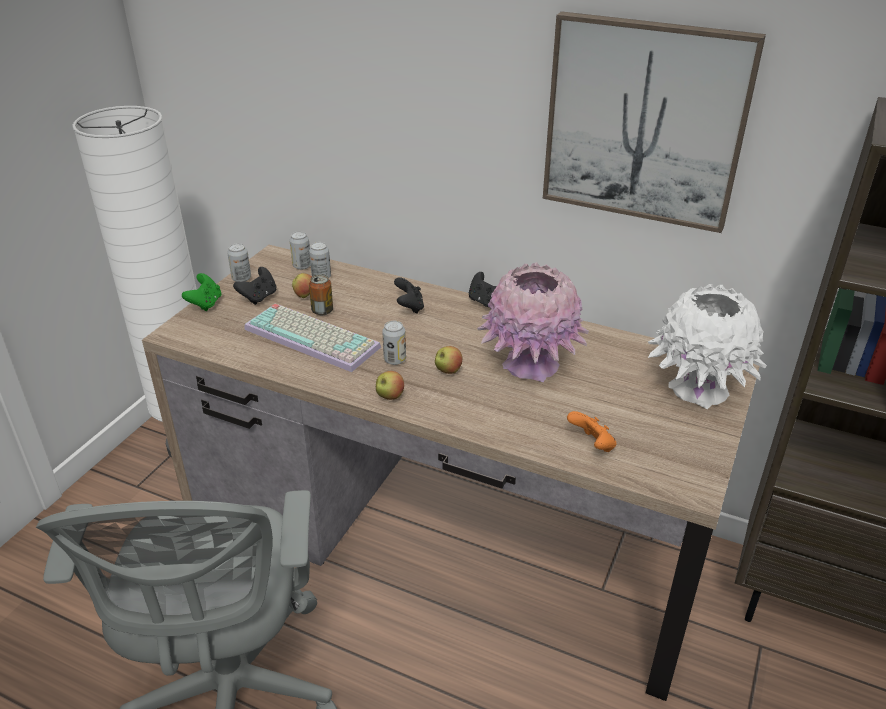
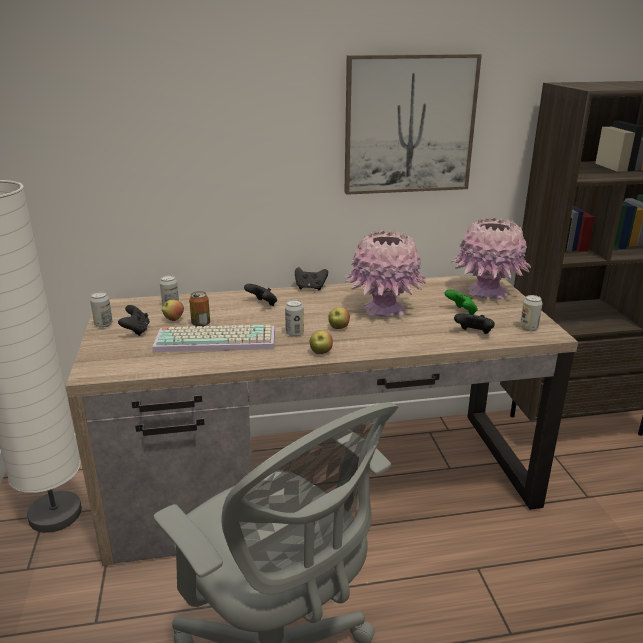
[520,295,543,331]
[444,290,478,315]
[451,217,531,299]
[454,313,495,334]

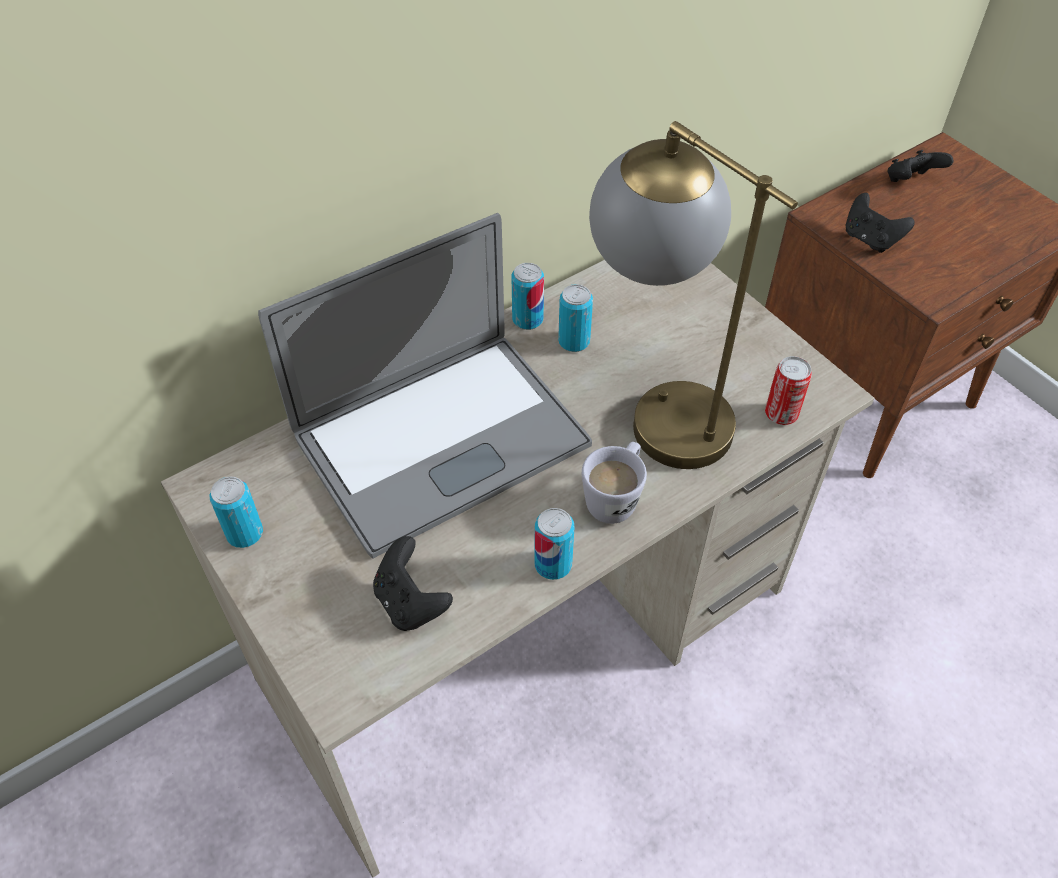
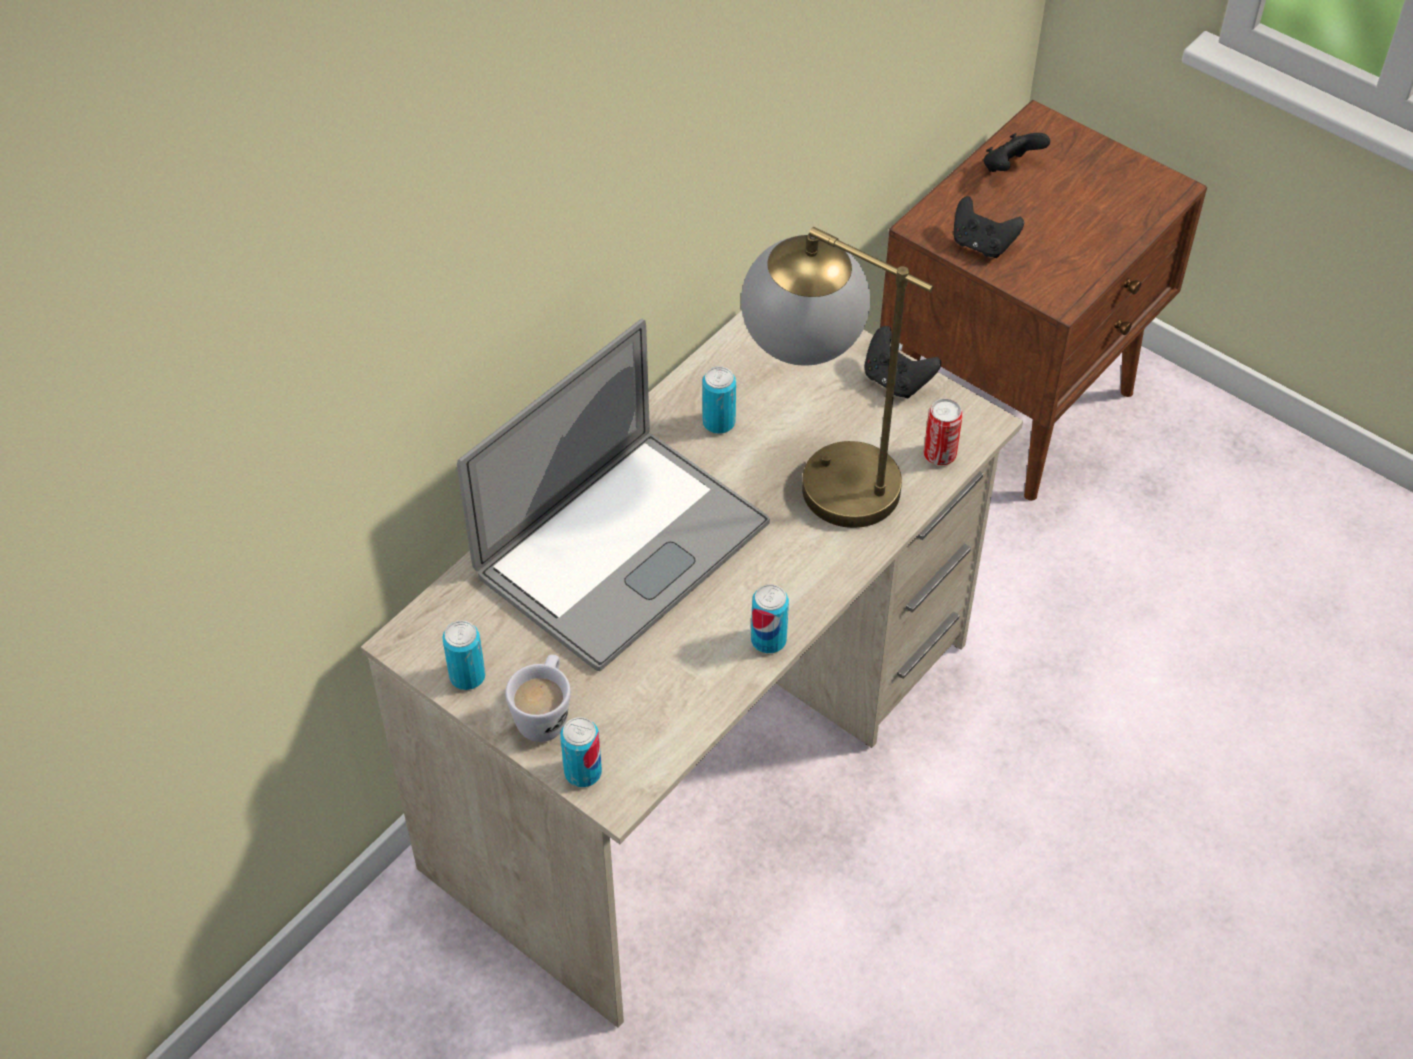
[560,717,602,787]
[505,654,571,742]
[864,326,941,398]

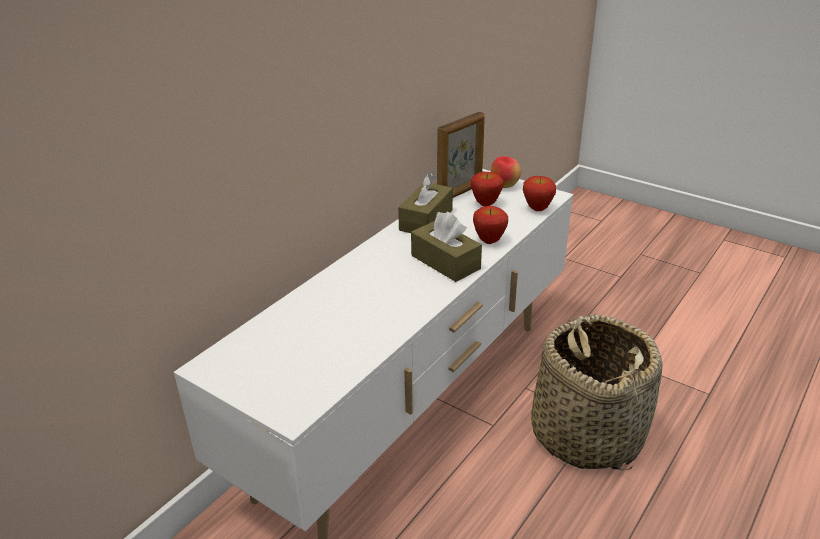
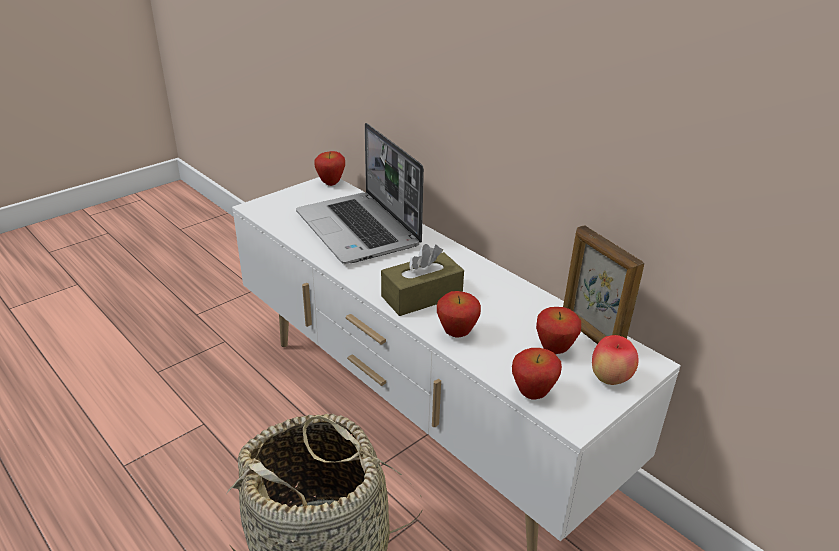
[398,173,453,233] (first image)
[296,123,424,264]
[314,151,345,186]

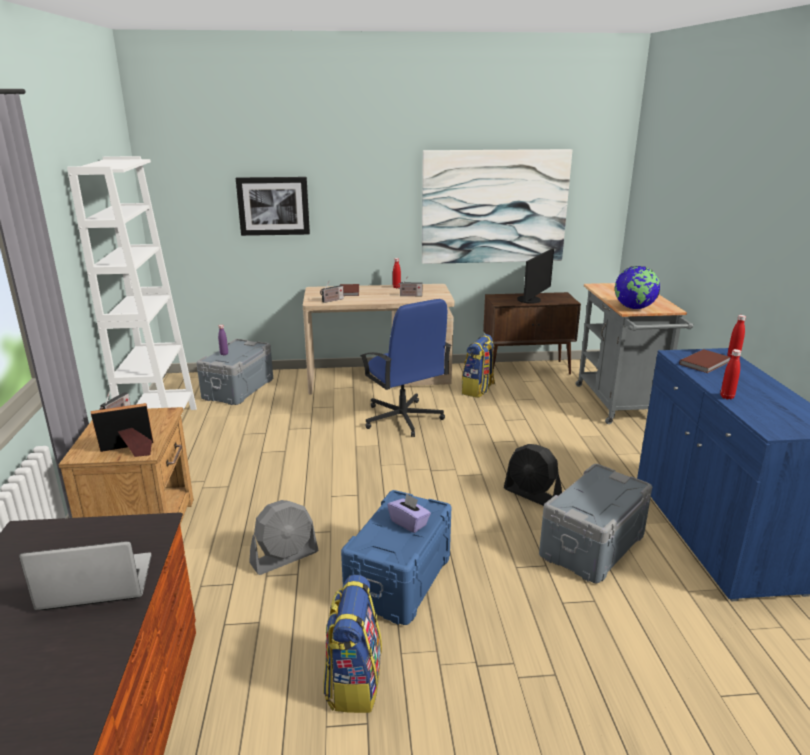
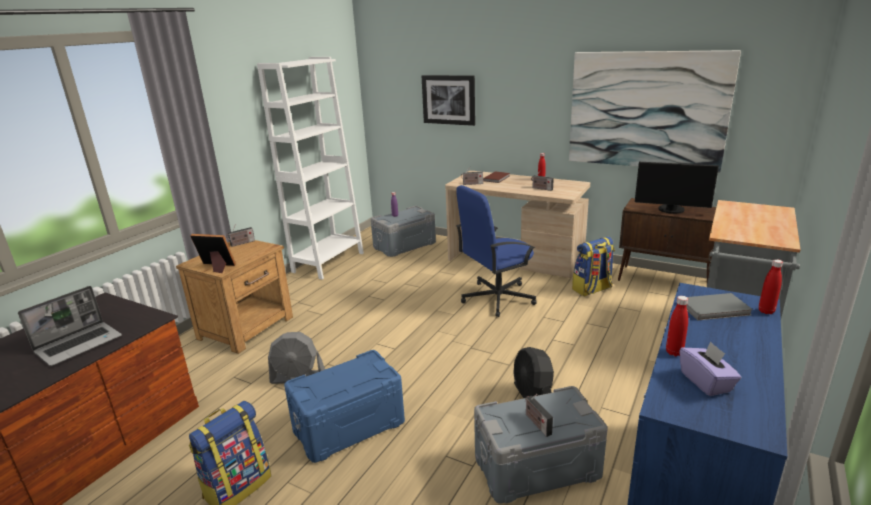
[635,162,719,214]
[615,266,660,309] (first image)
[456,185,537,317]
[686,293,753,321]
[679,341,741,396]
[18,286,122,366]
[525,394,553,437]

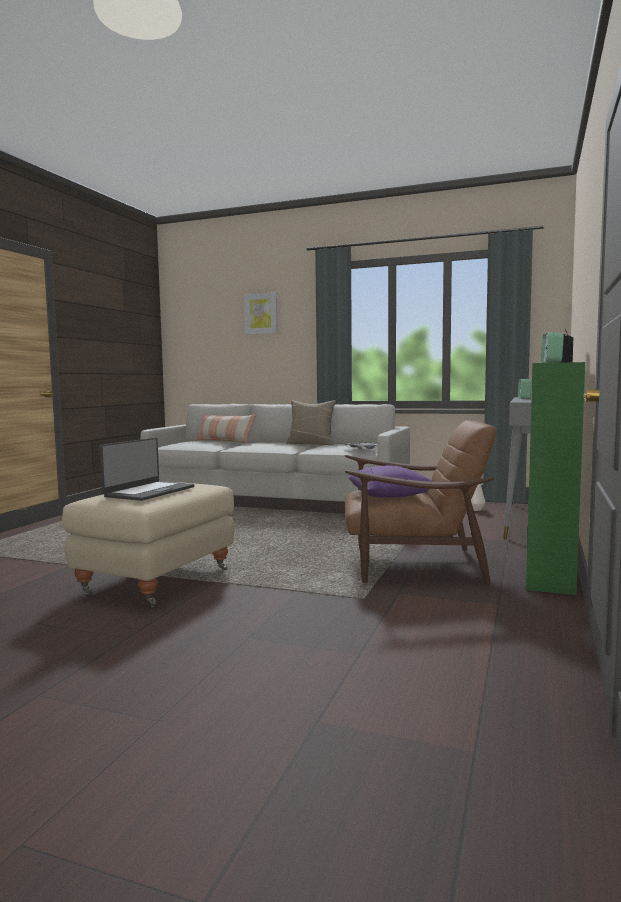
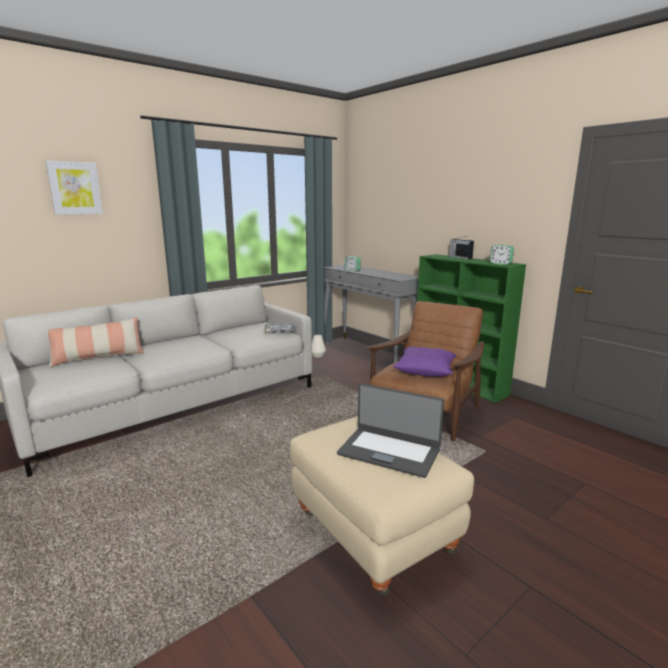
[286,400,336,445] (first image)
[337,383,444,478]

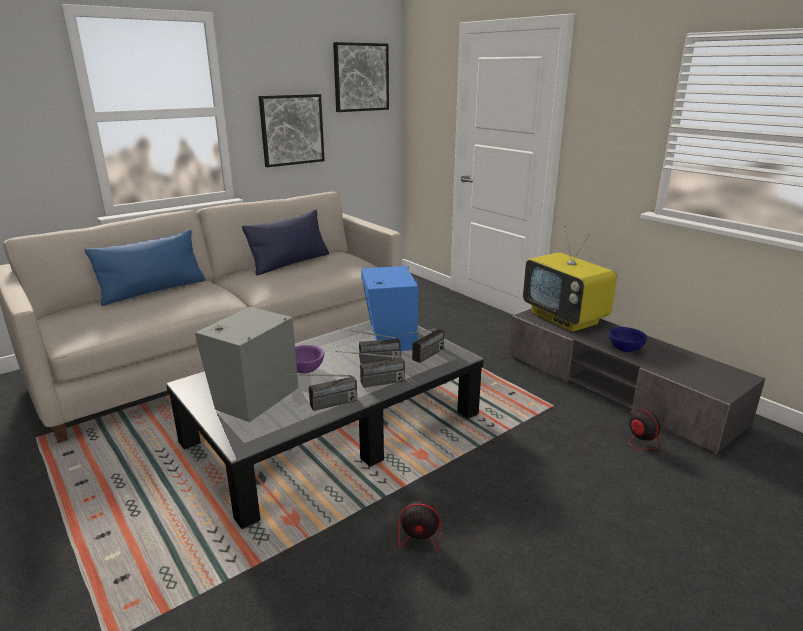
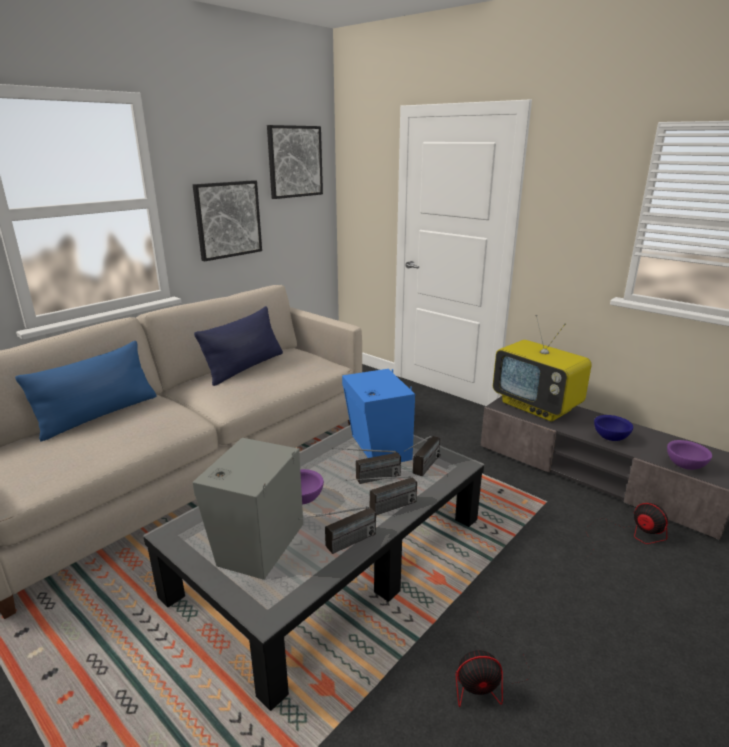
[667,440,712,470]

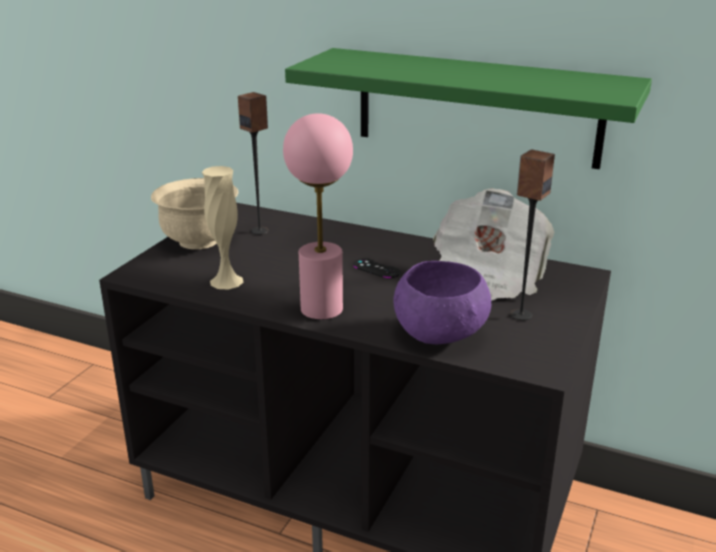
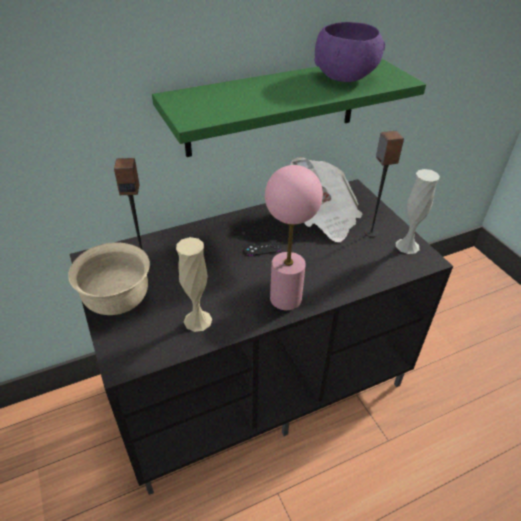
[314,22,385,82]
[396,169,440,254]

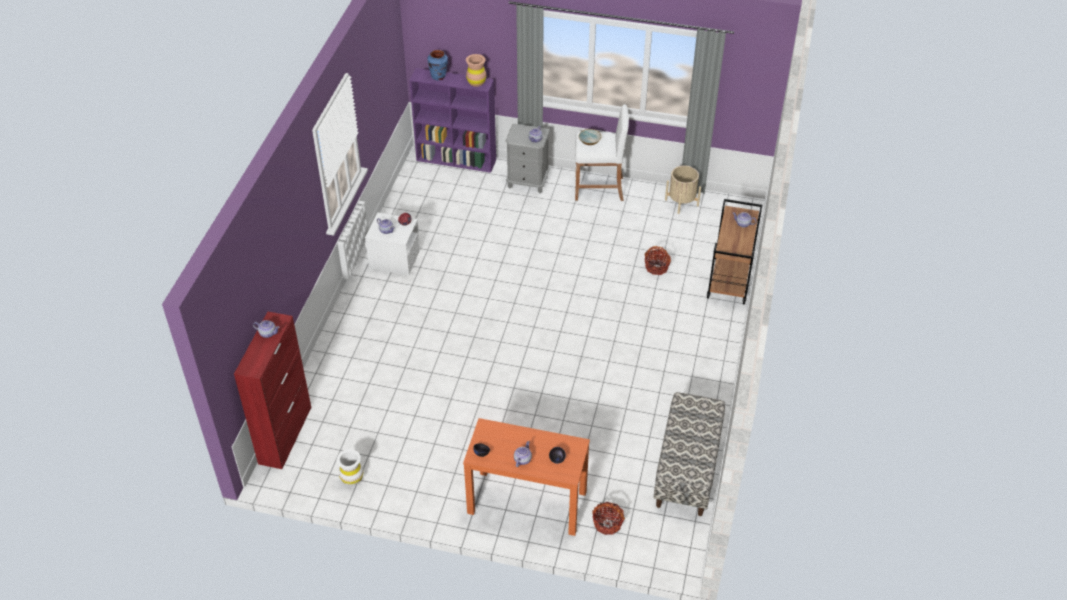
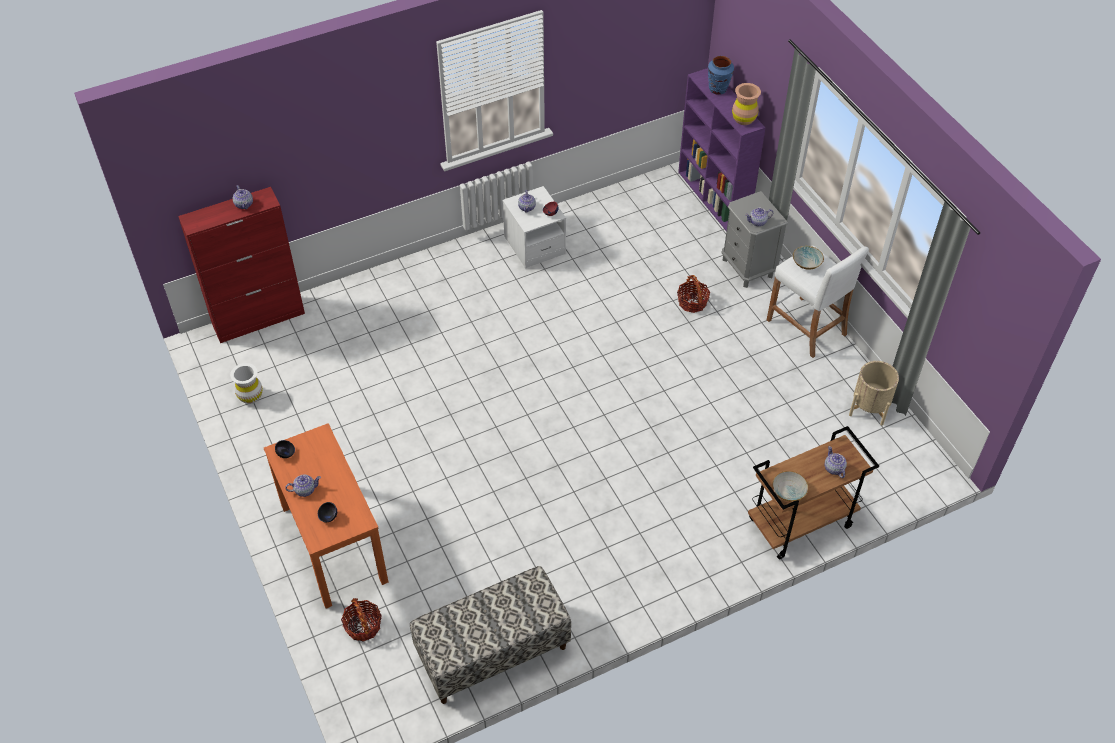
[677,275,710,313]
[772,471,808,501]

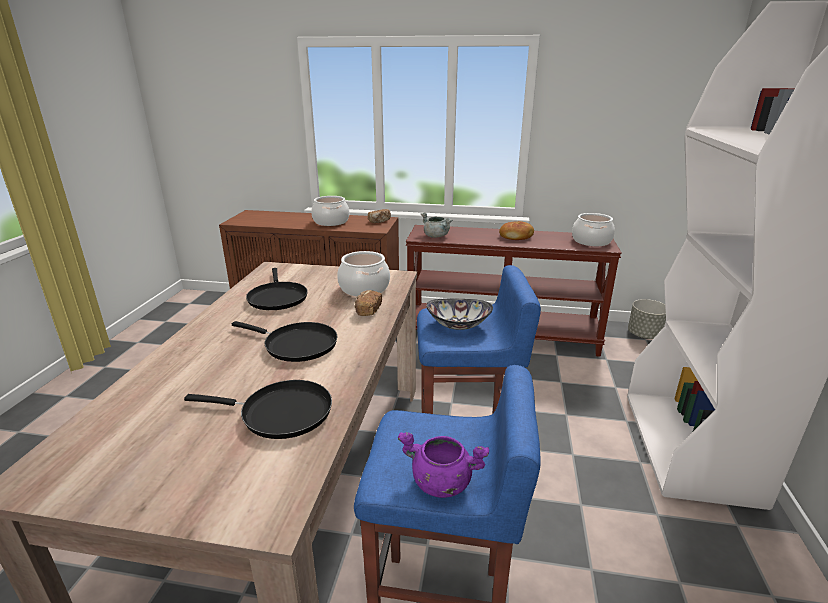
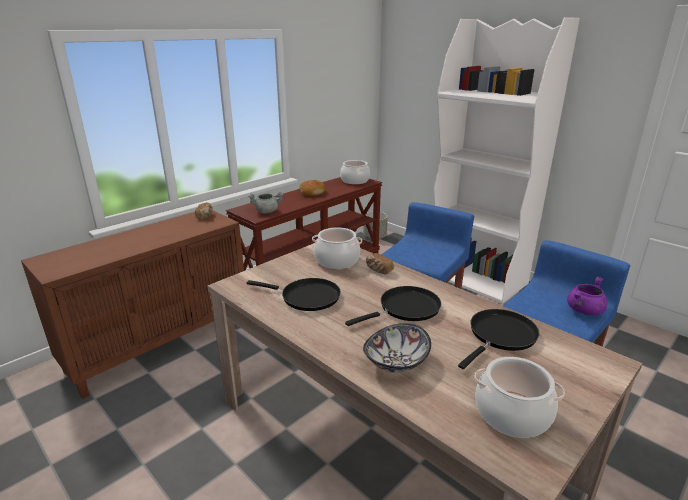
[474,357,565,438]
[363,323,431,373]

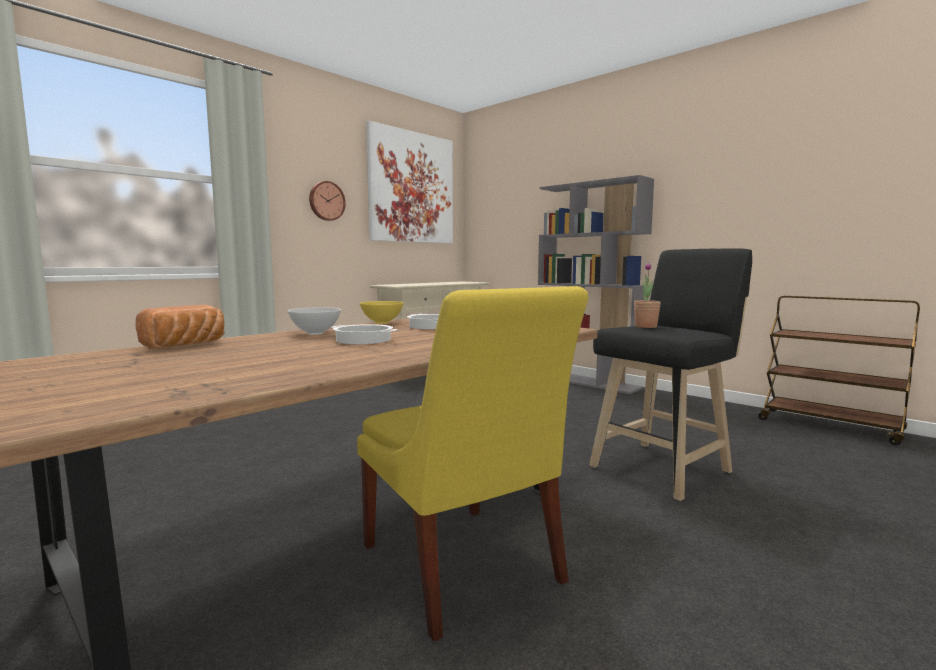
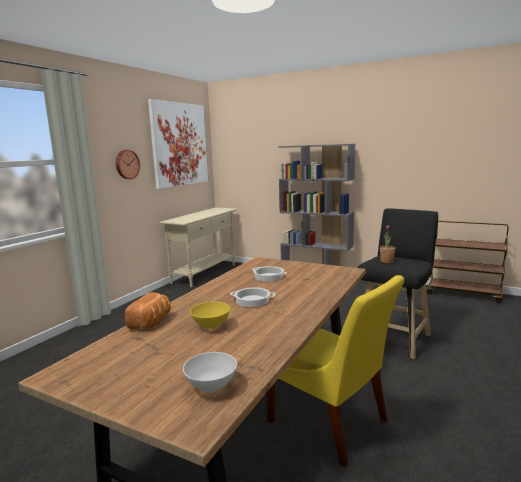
[190,302,230,329]
[183,352,237,393]

